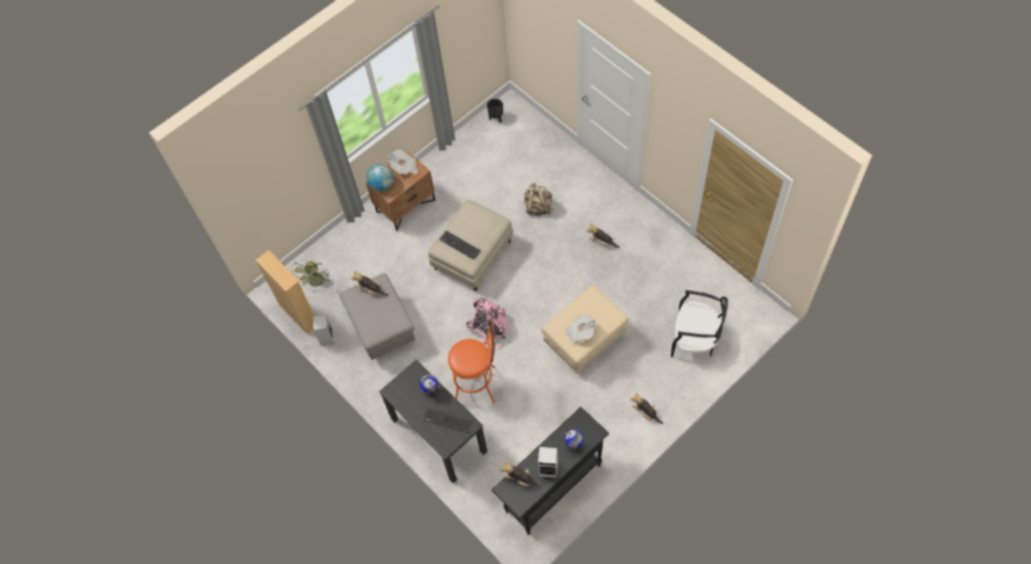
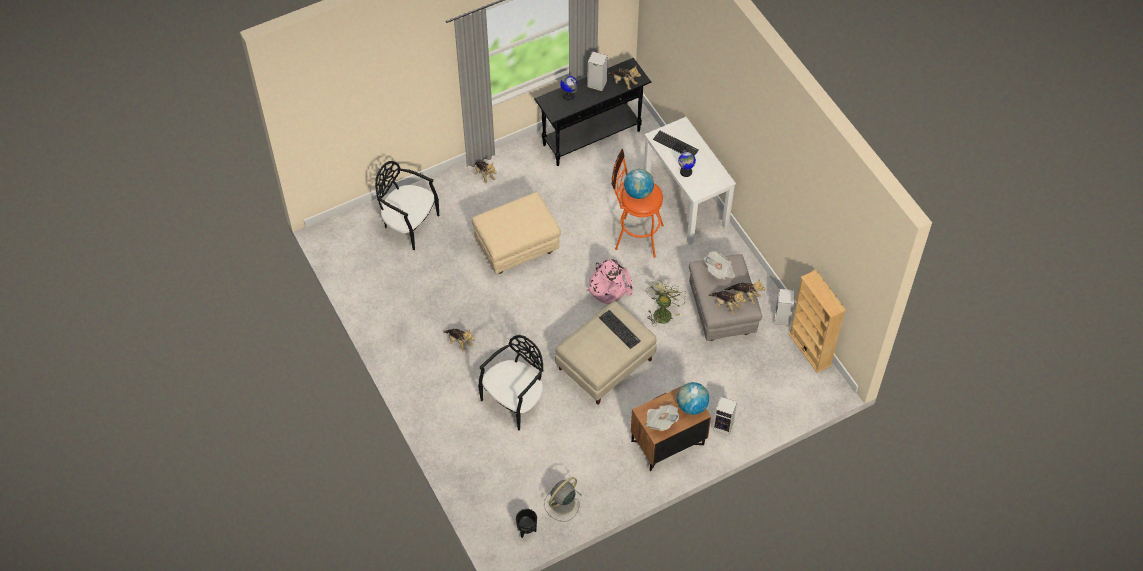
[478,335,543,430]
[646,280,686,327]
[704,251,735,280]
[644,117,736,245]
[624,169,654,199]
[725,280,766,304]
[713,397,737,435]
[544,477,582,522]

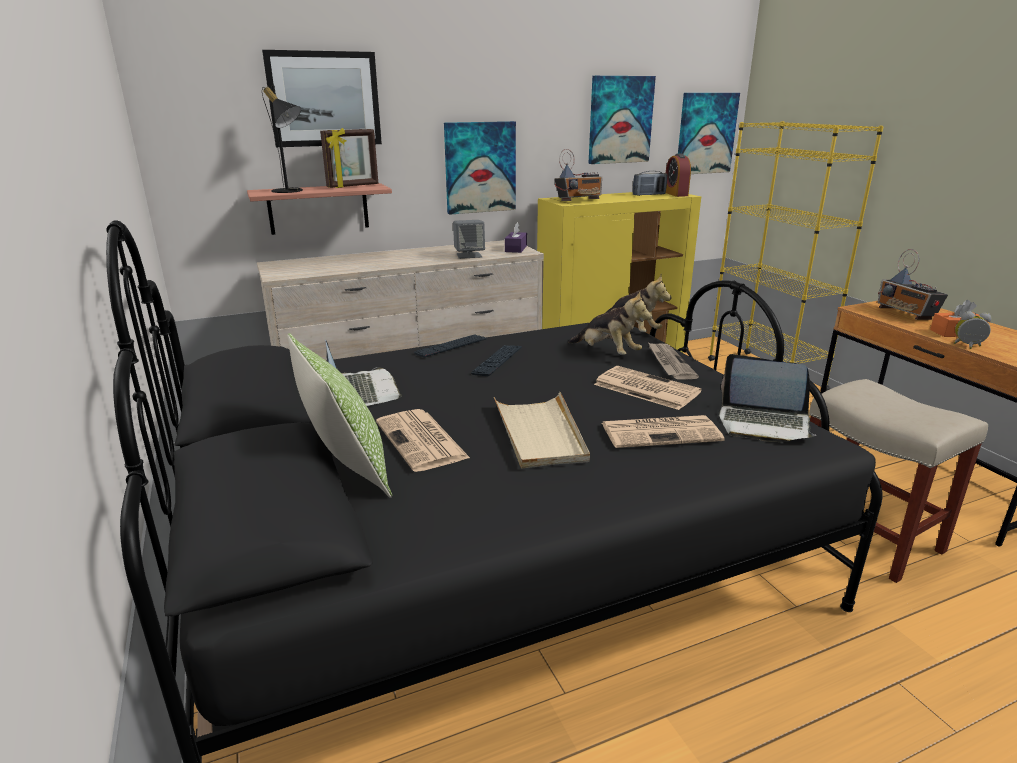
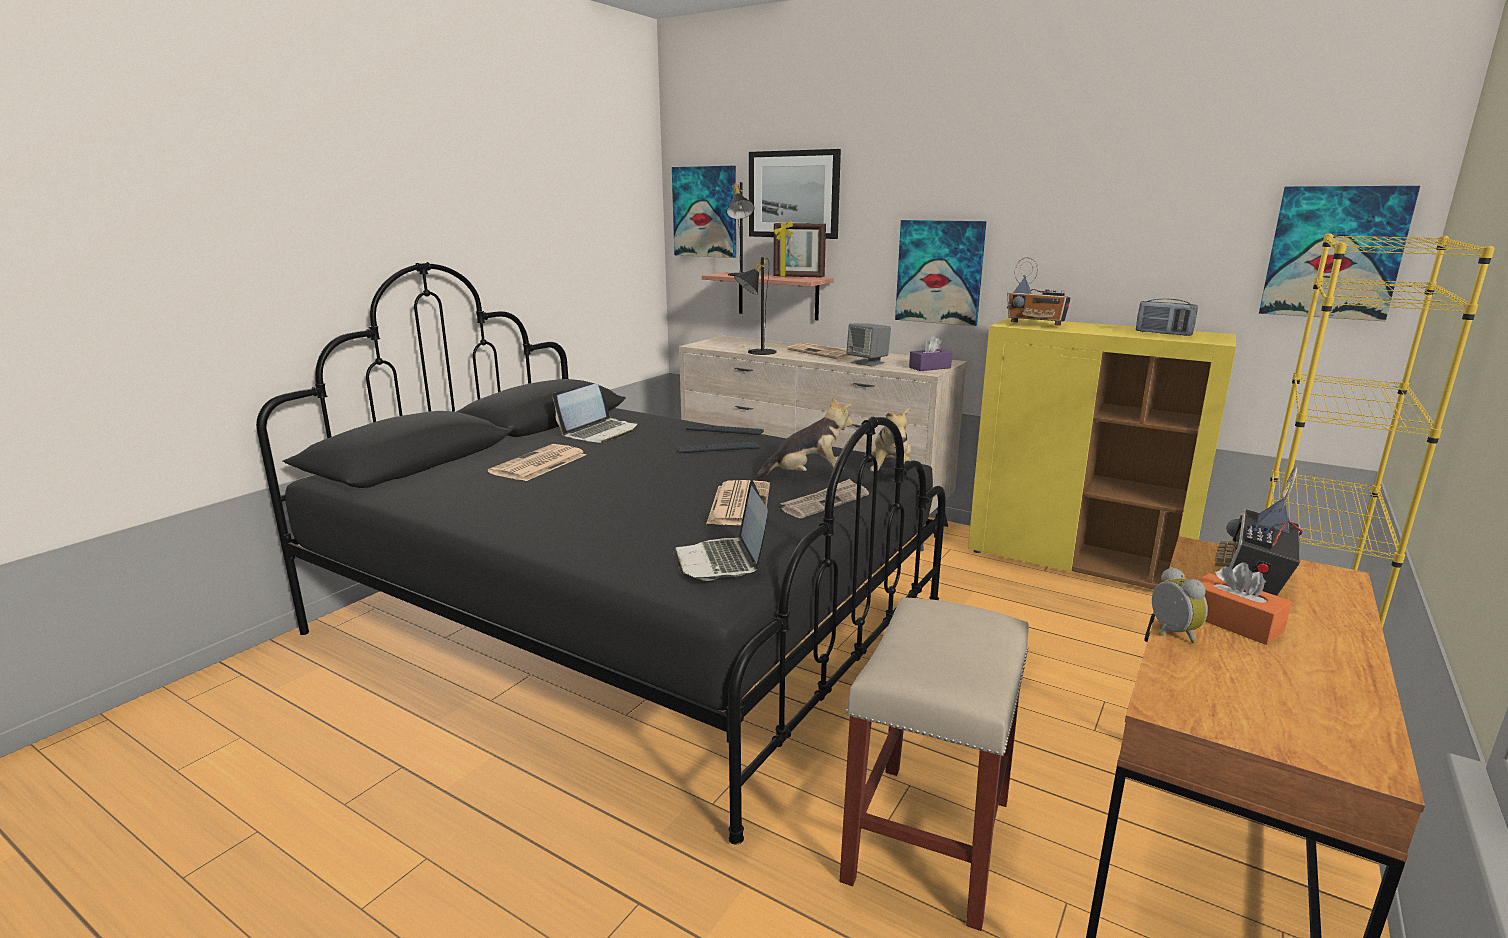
[672,166,736,258]
[666,154,691,197] (first image)
[754,397,853,480]
[287,333,392,498] (first image)
[494,392,590,469] (first image)
[787,343,857,359]
[734,257,777,355]

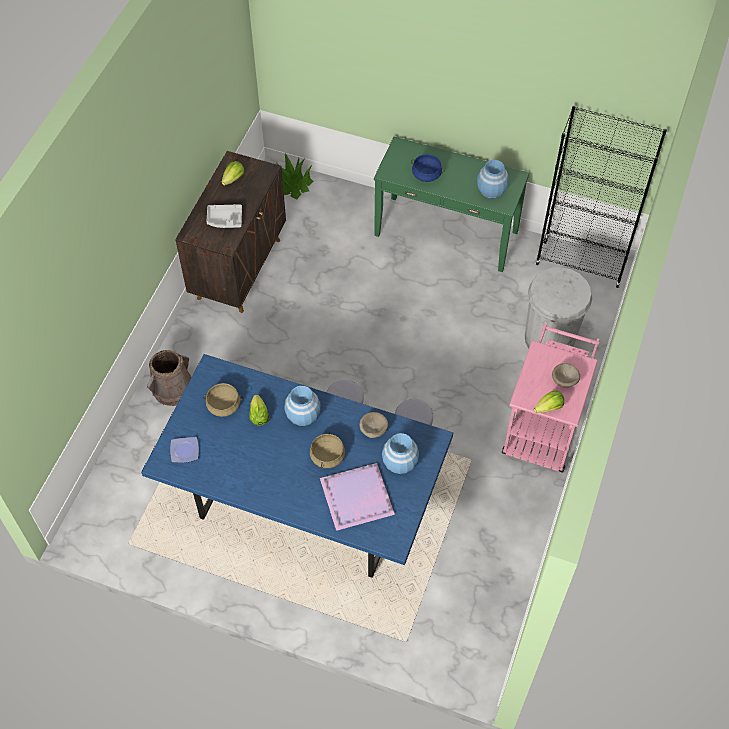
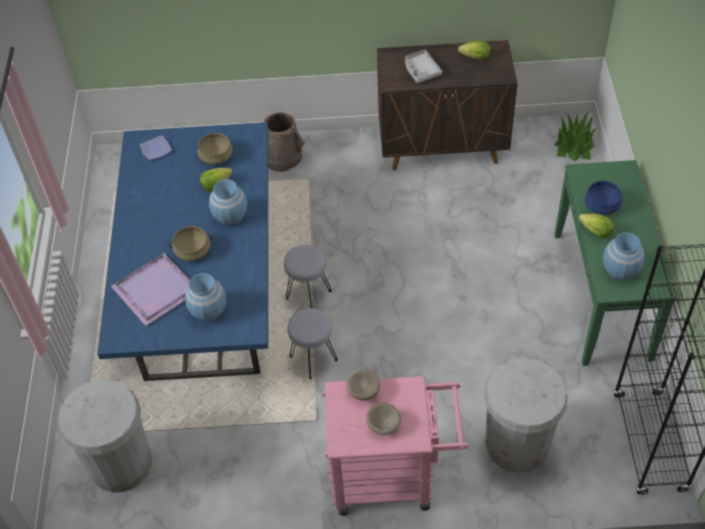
[578,214,614,238]
[346,370,380,401]
[58,380,152,493]

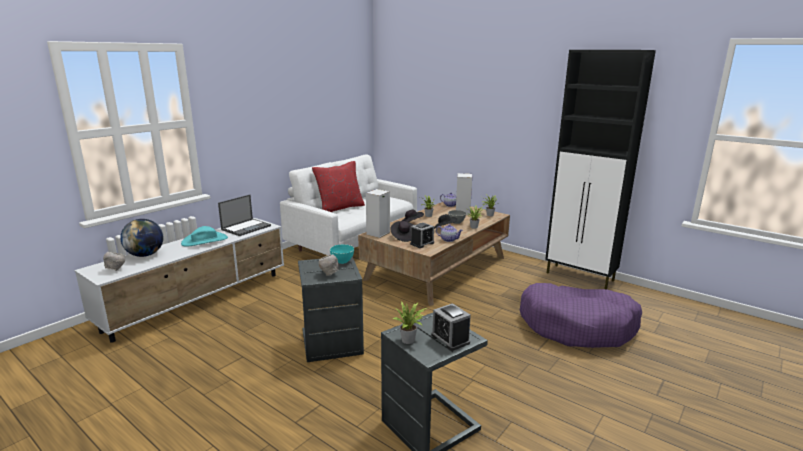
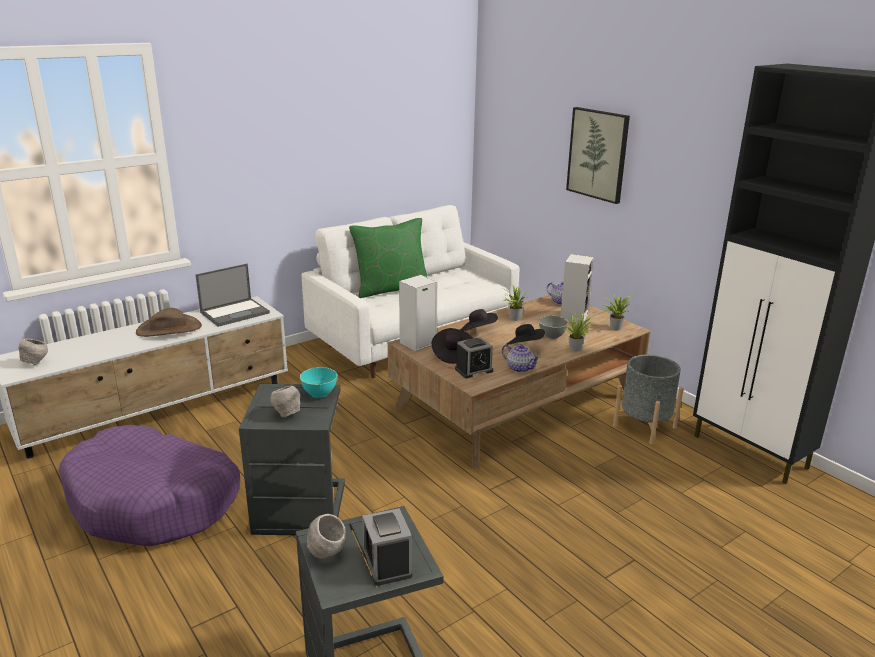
[349,218,428,298]
[120,219,163,257] (first image)
[136,308,202,337]
[59,425,240,547]
[307,514,346,559]
[566,107,630,204]
[613,355,684,444]

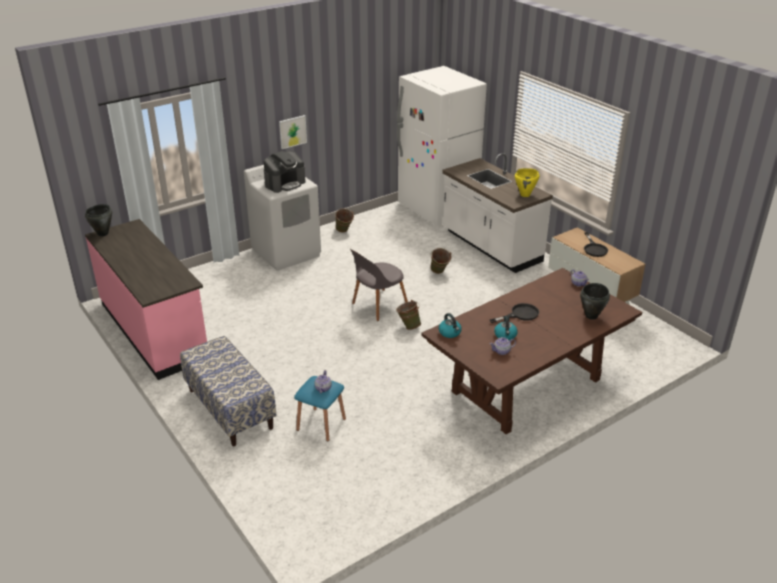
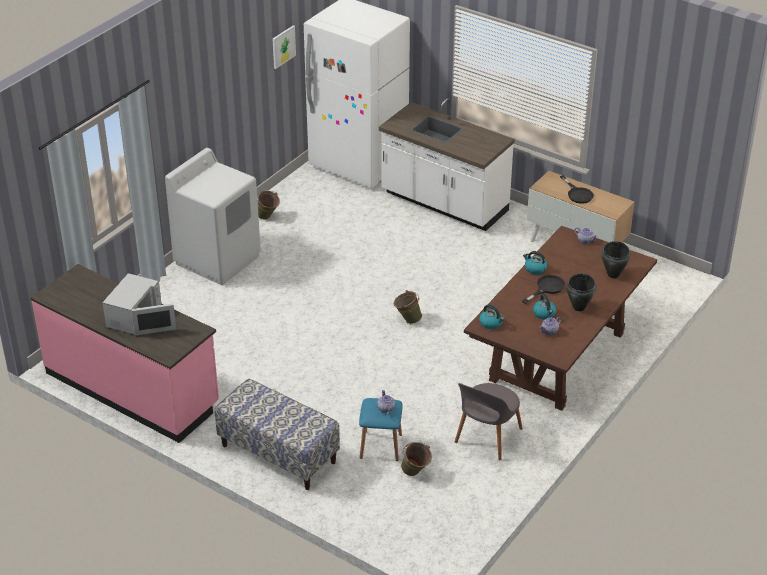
[273,25,296,69]
[264,151,305,193] (first image)
[515,168,539,197] (first image)
[566,273,596,311]
[401,442,432,476]
[455,383,523,460]
[523,251,547,275]
[103,273,176,336]

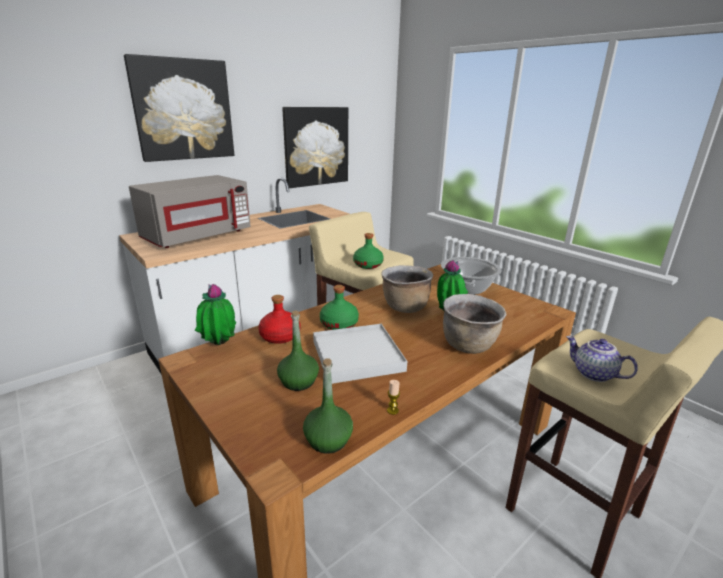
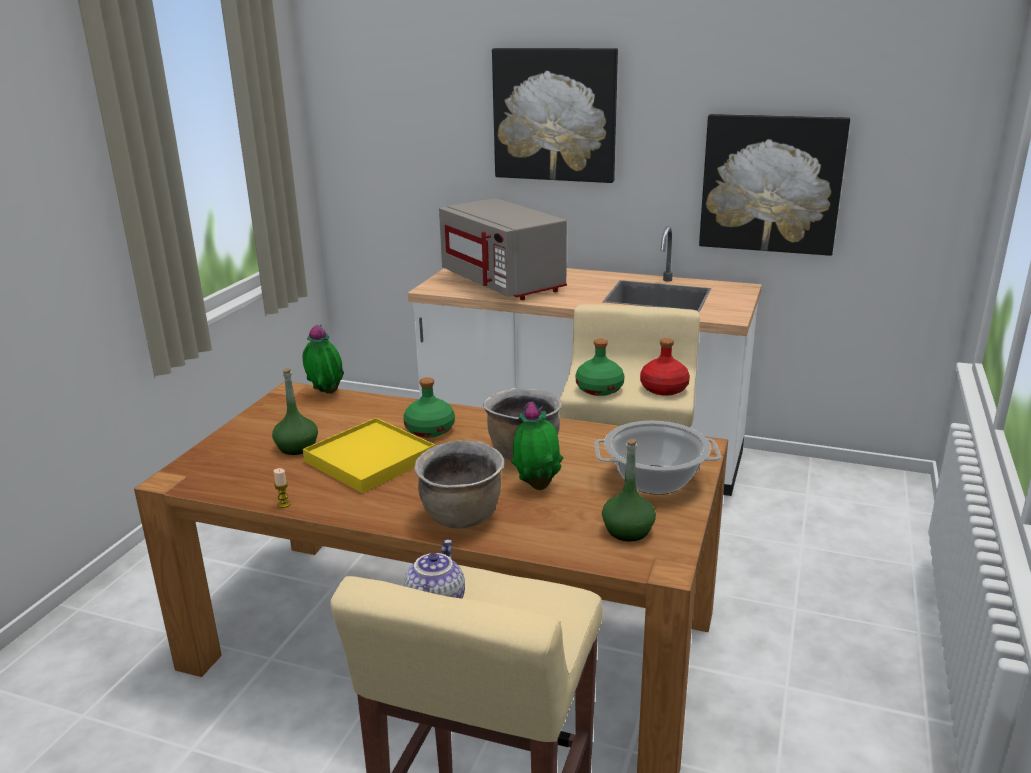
[439,198,567,300]
[640,338,690,396]
[303,418,435,493]
[602,439,656,541]

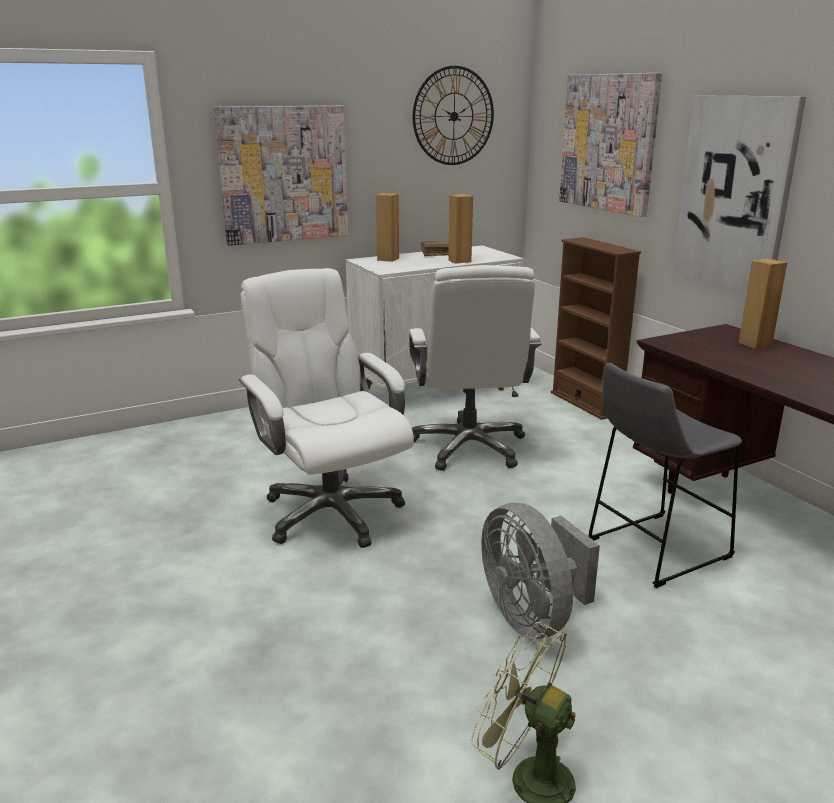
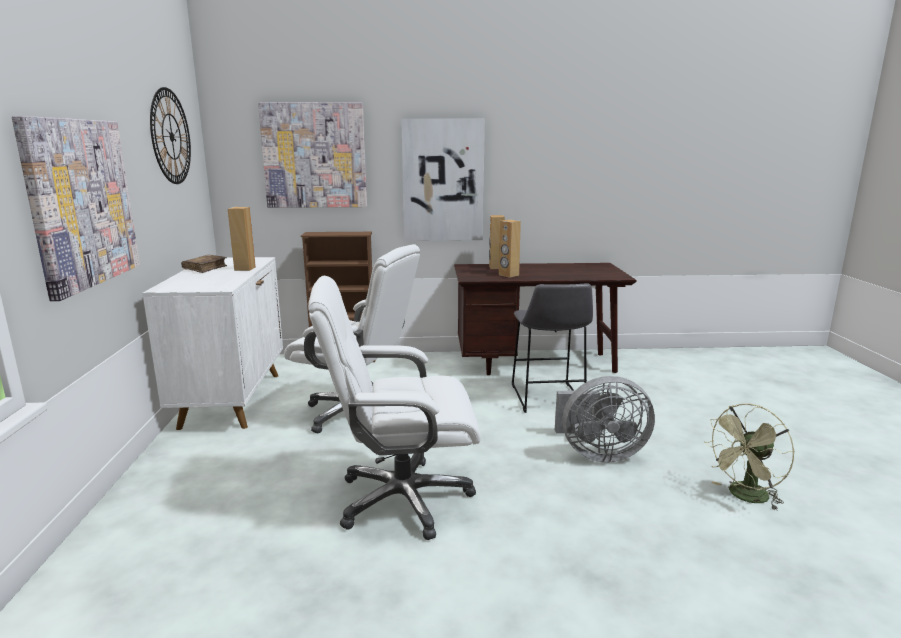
[499,220,521,278]

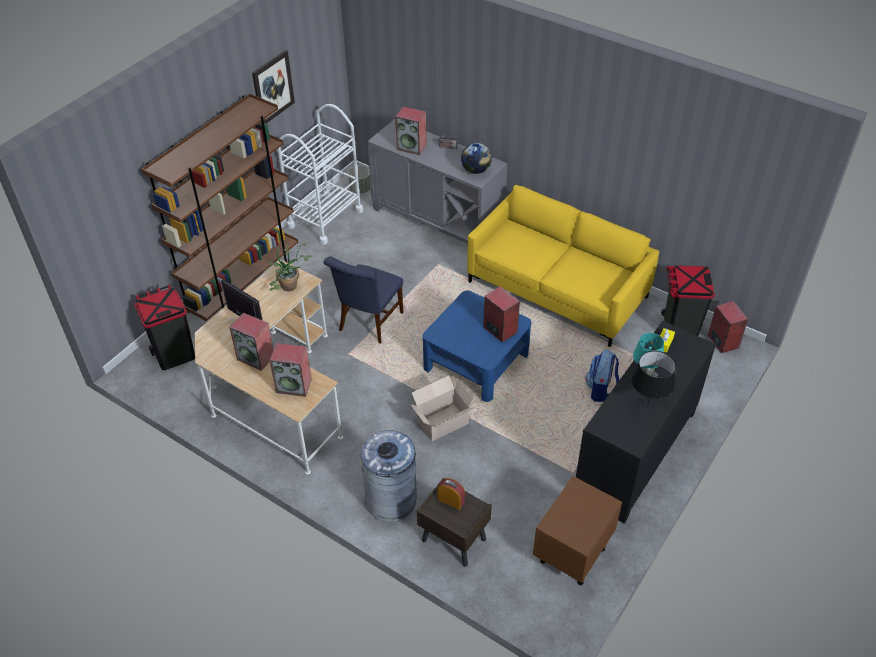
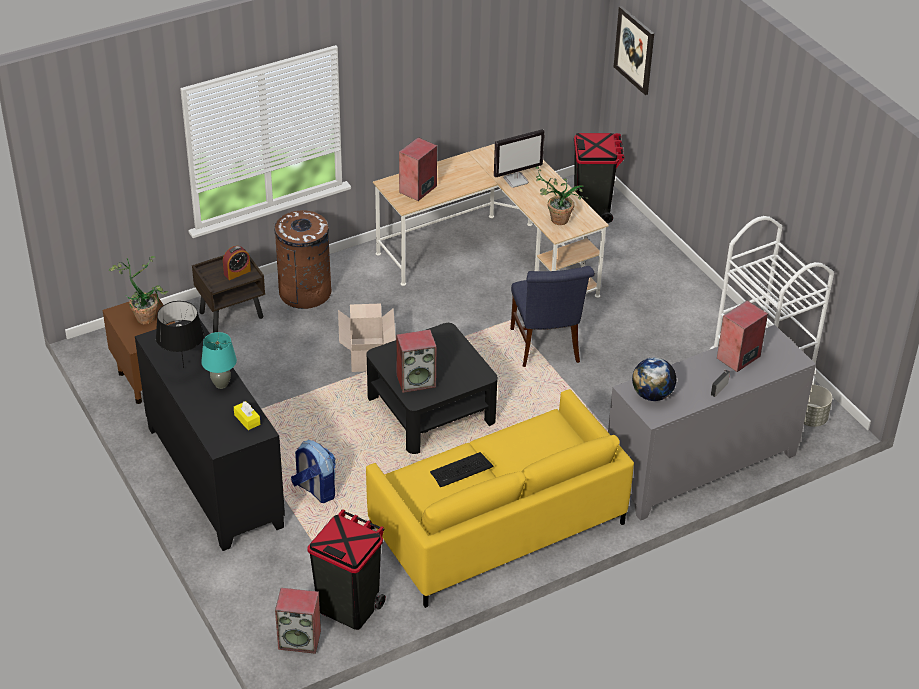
[614,6,654,95]
[141,94,298,321] (first image)
[510,266,595,367]
[366,323,498,454]
[229,313,274,371] (first image)
[273,210,332,309]
[109,256,169,324]
[430,452,494,487]

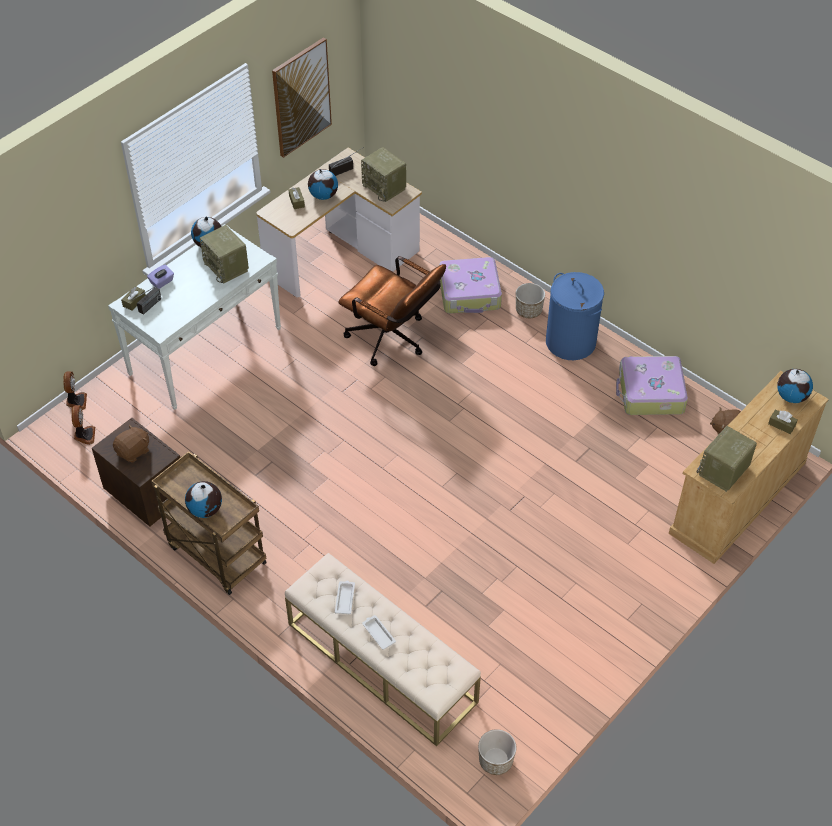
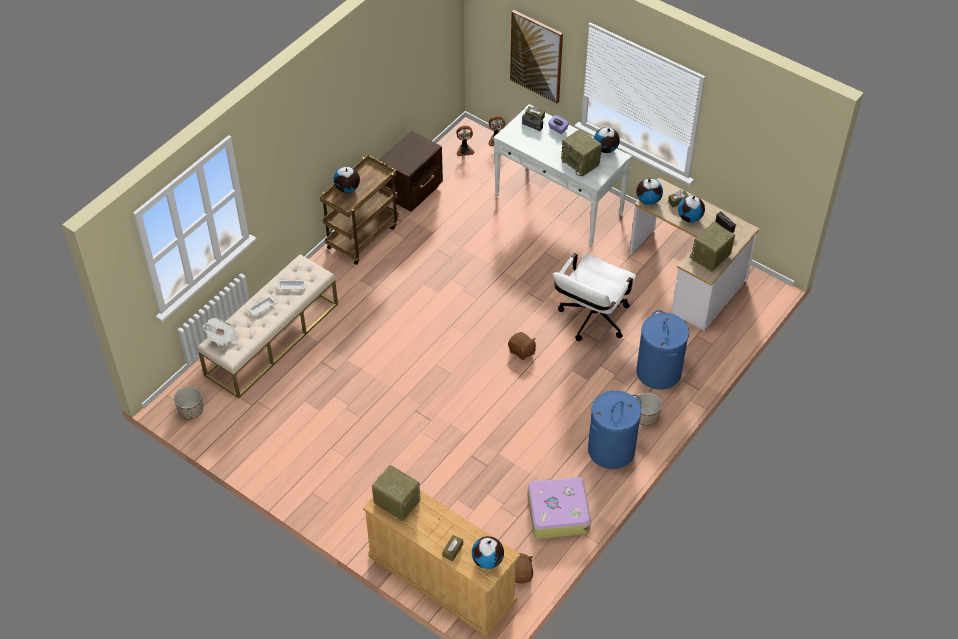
[510,10,563,103]
[561,129,602,177]
[553,253,636,341]
[636,310,689,390]
[508,332,536,360]
[636,178,663,205]
[203,318,239,345]

